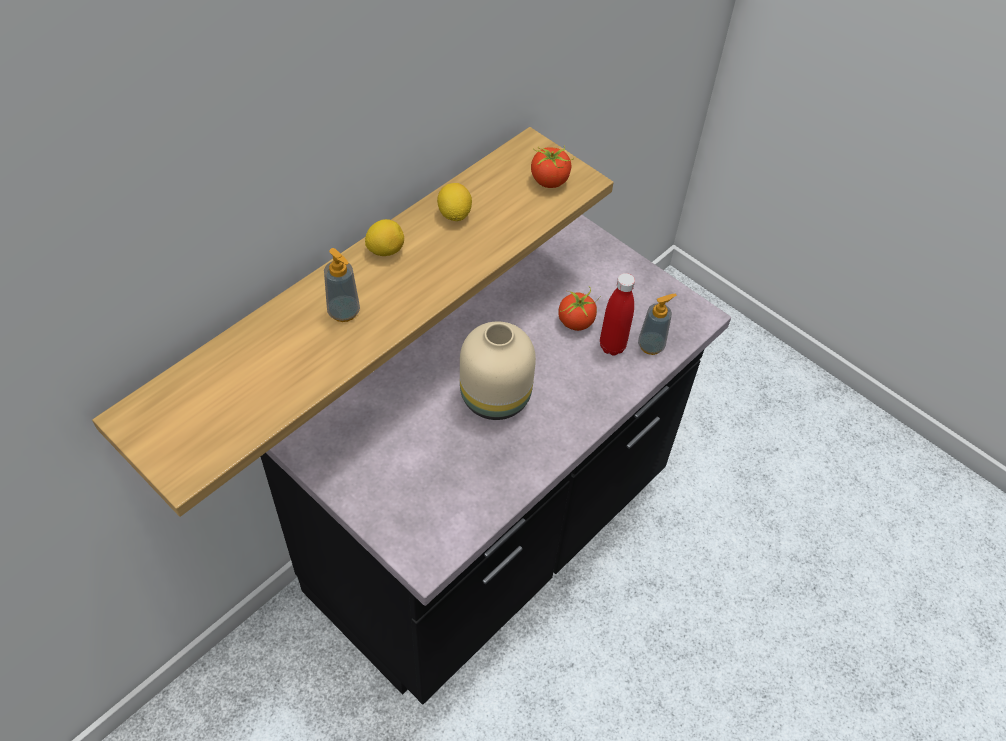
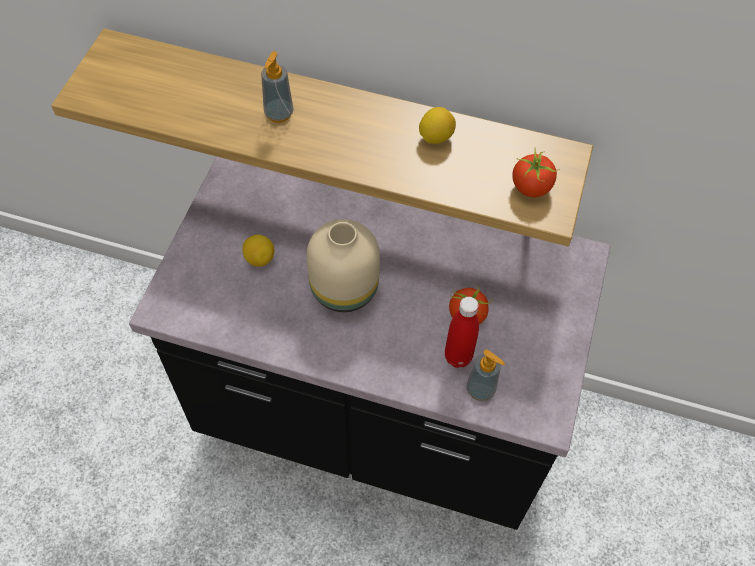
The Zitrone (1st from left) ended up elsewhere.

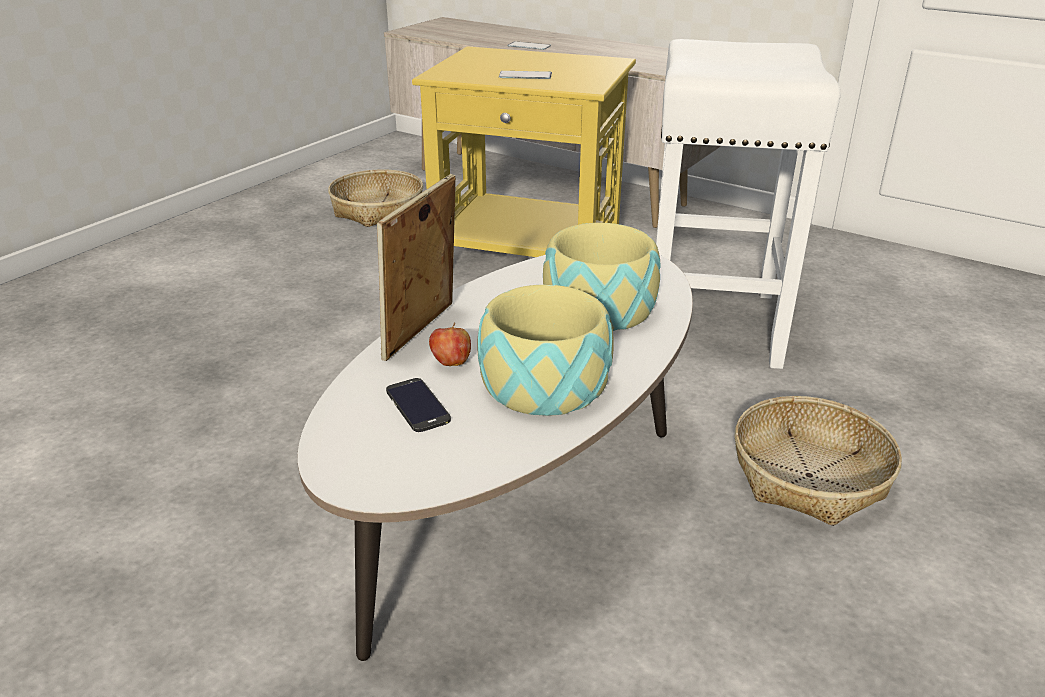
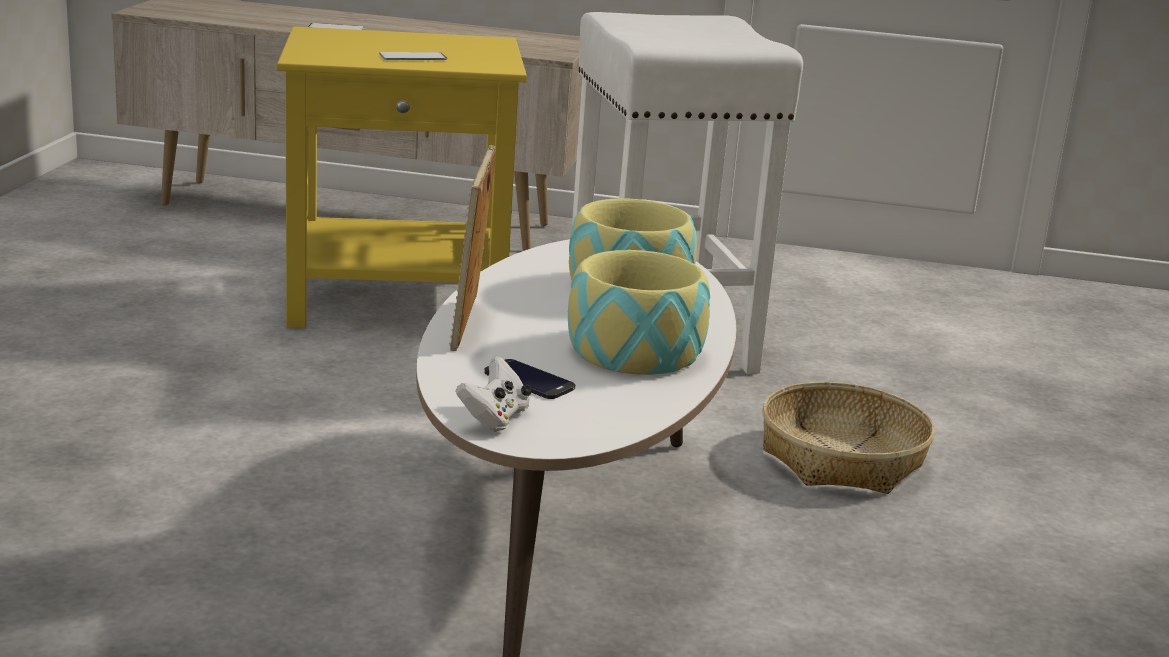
The second view gained the Gamepad/weiß.
The second view lost the Korb (1st from left).
The second view lost the Apfel.

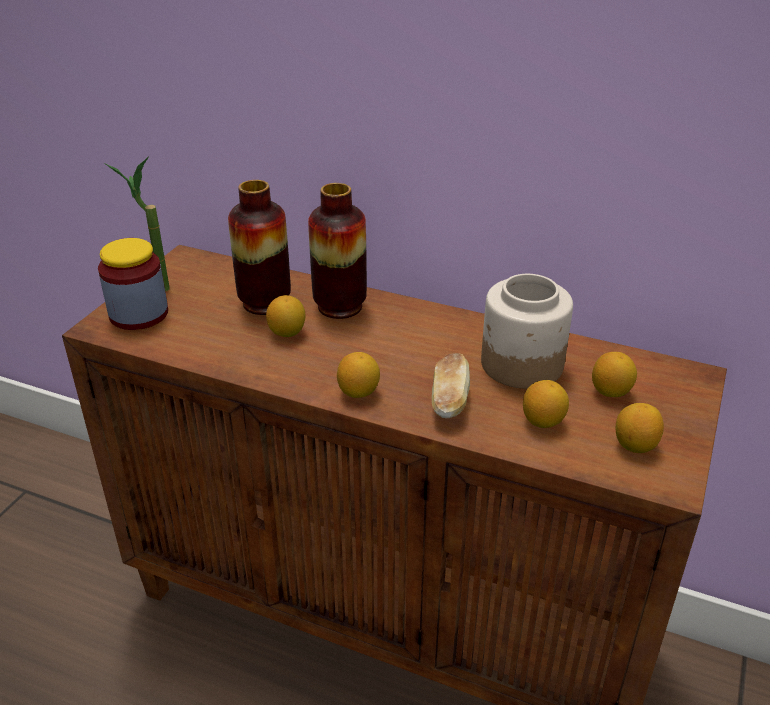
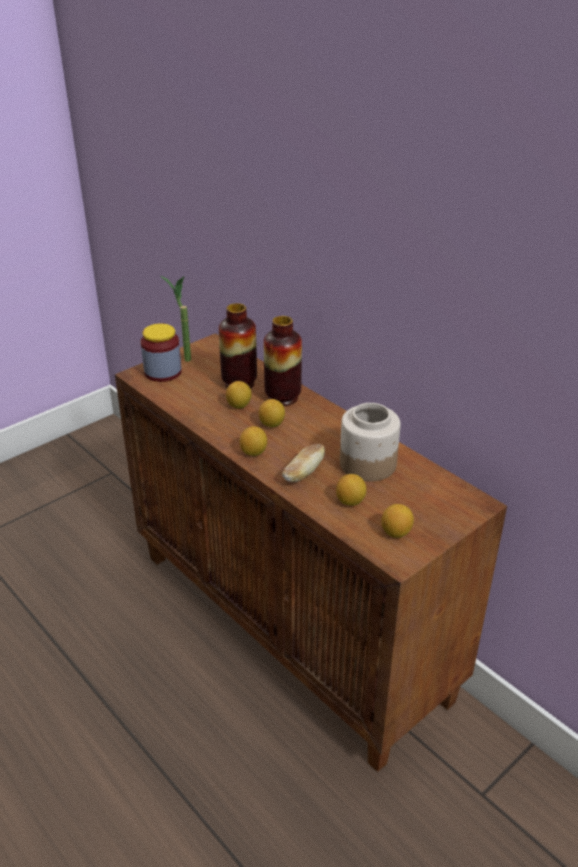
The Zitrone (4th from left in the first image) ended up elsewhere.

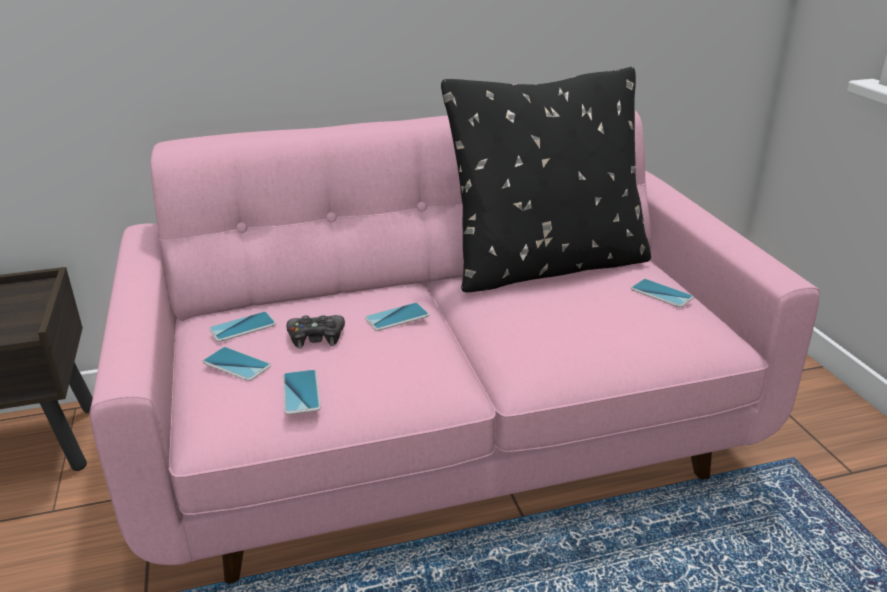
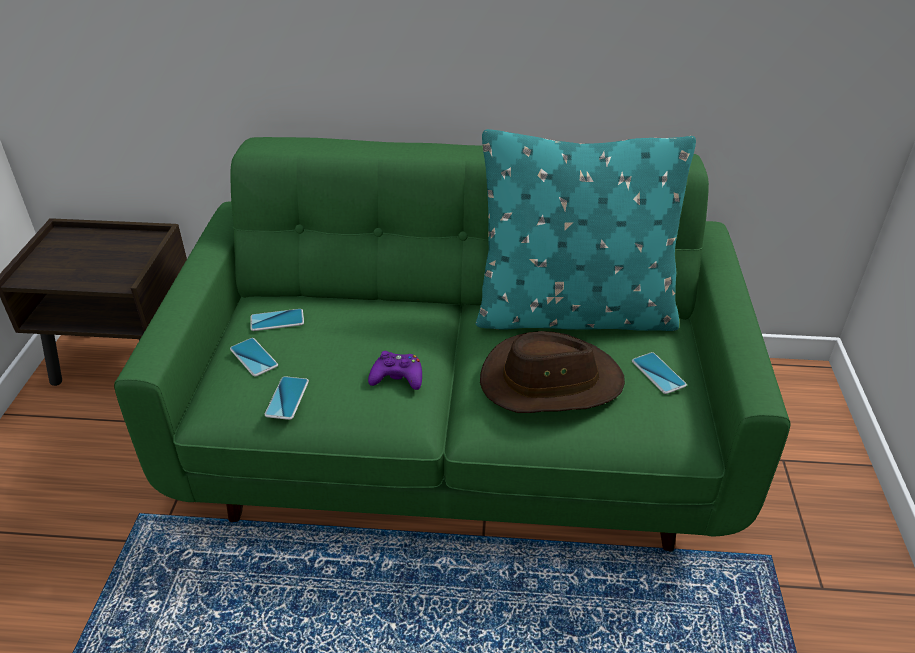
What was the Sofa/rosa turned into the Sofa/grün.
The second view gained the Gamepad/lila.
What was the Kissen/schwarz turned into the Kissen/türkis.
The second view gained the Hut/braun.
The second view lost the Gamepad/schwarz.
The second view lost the Handy (4th from left).

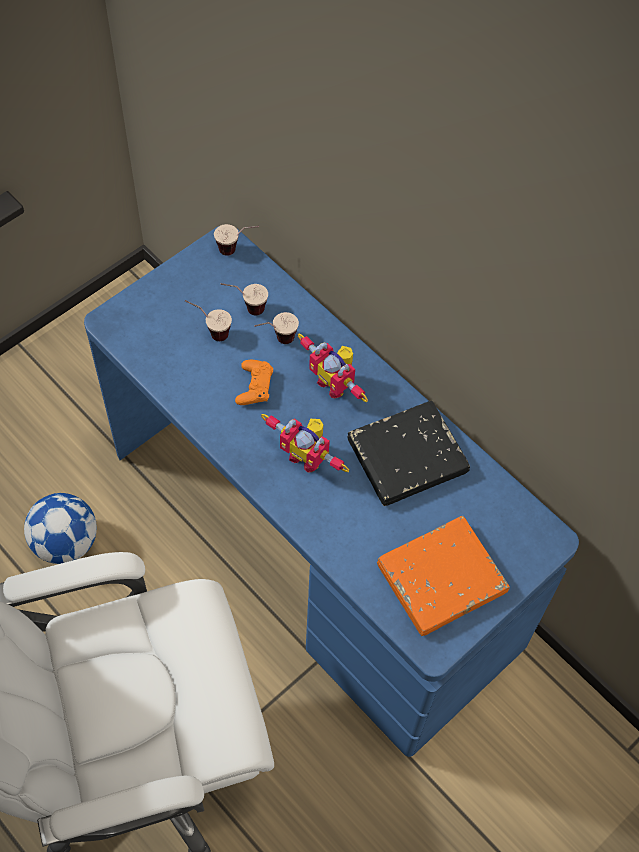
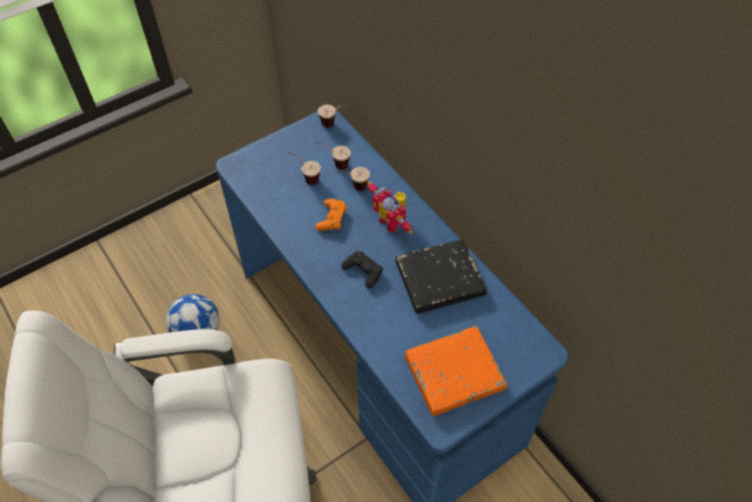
Where the Spielzeugroboter (1st from left) stood, the Gamepad/schwarz came to stand.

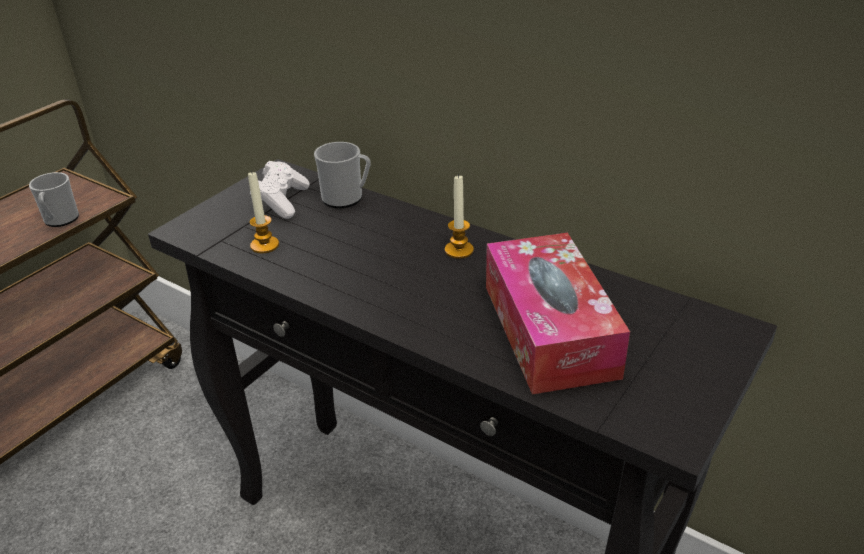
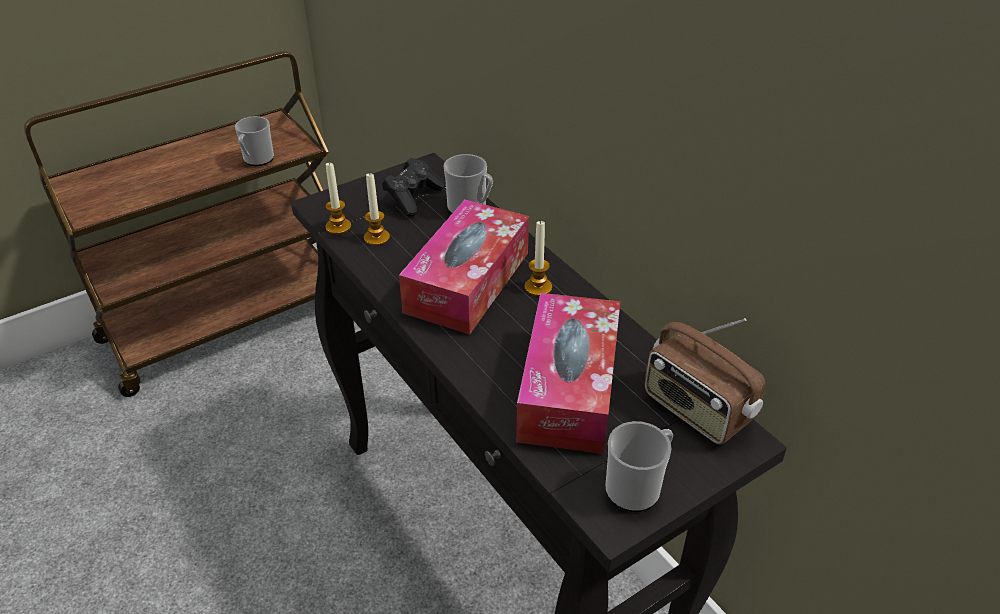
The second view gained the Kerze (1st from left).
What was the Gamepad/weiß turned into the Gamepad/schwarz.
The second view gained the Taschentuchbox (1st from left).
The second view gained the Henkelbecher (3rd from left).
The second view gained the Radio.

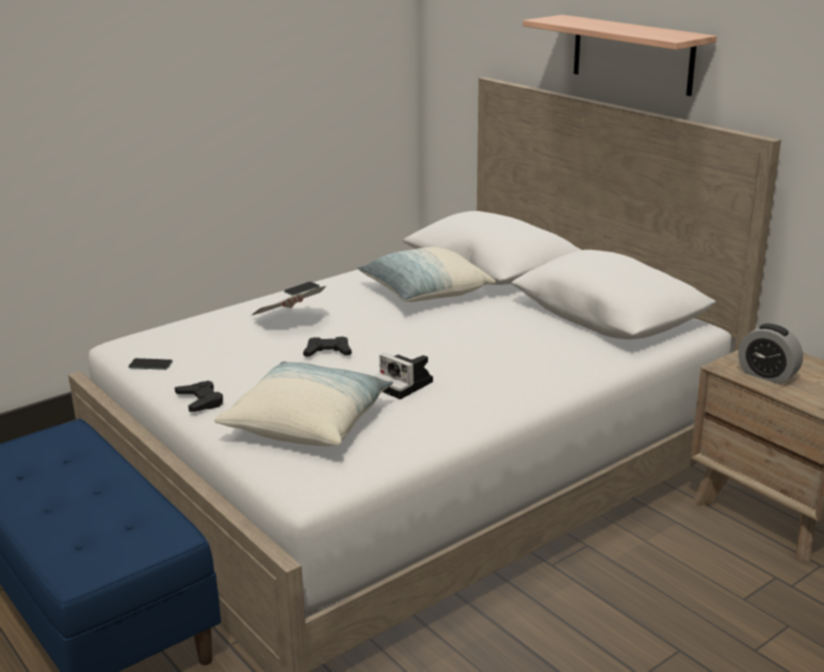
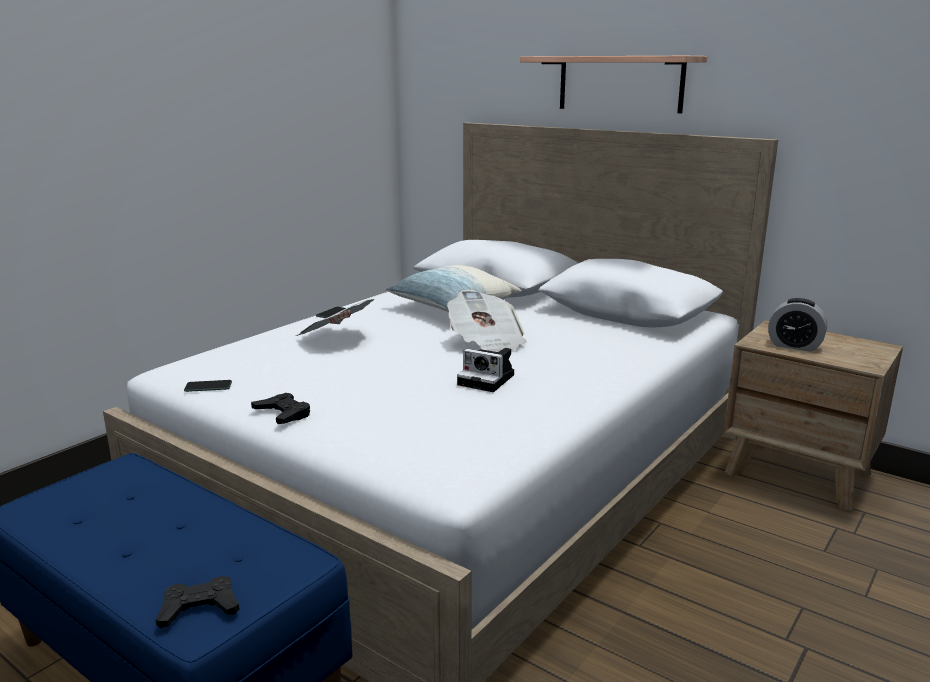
The Gamepad/schwarz (2nd from left in the first image) ended up elsewhere.
The second view gained the Zeitung (2nd from left).
The second view lost the Kissen (1st from left).

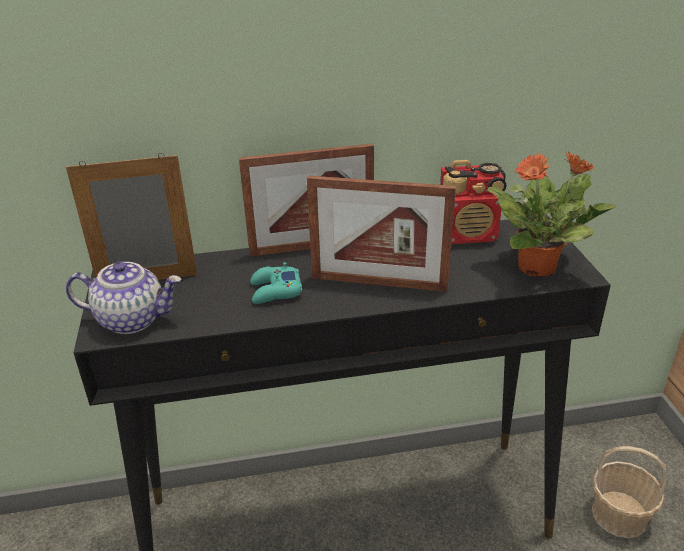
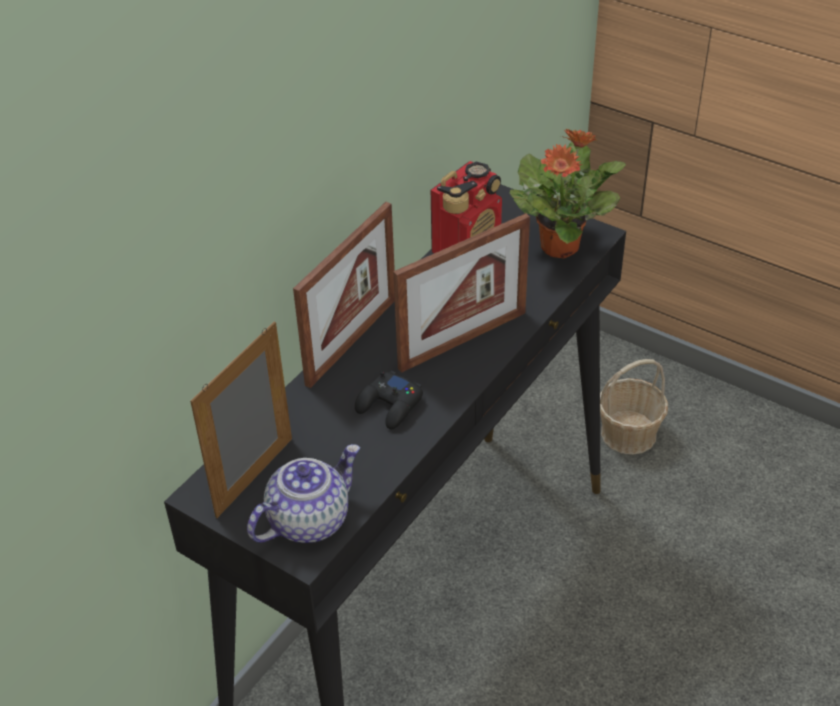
What was the Gamepad/türkis turned into the Gamepad/schwarz.

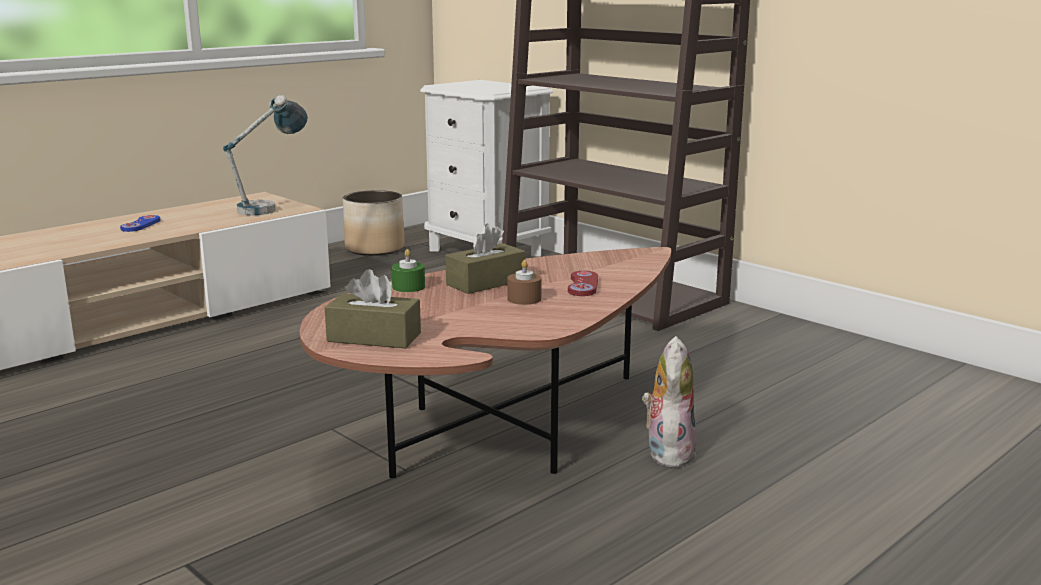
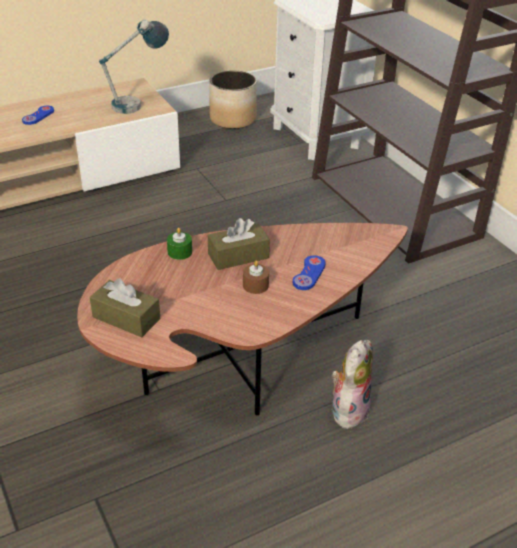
What was the Gamepad/rot turned into the Gamepad/blau (2nd from left).

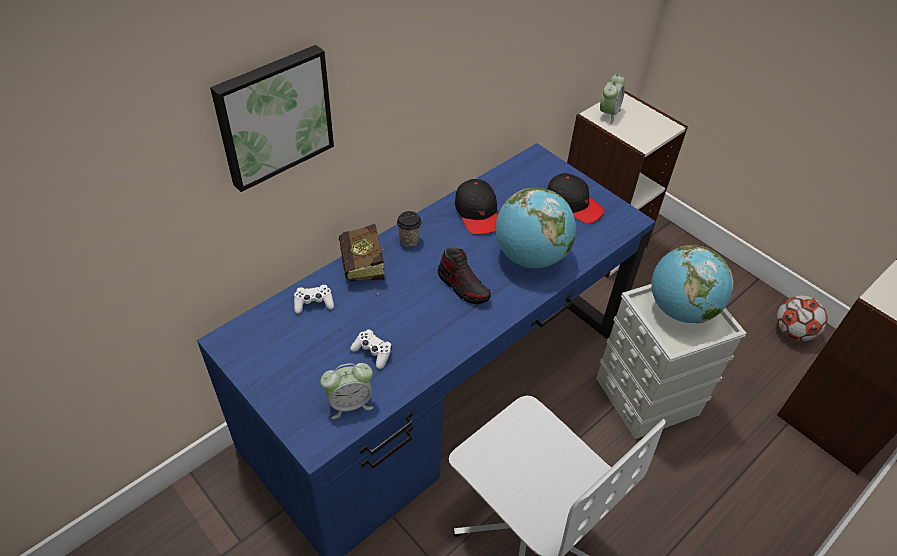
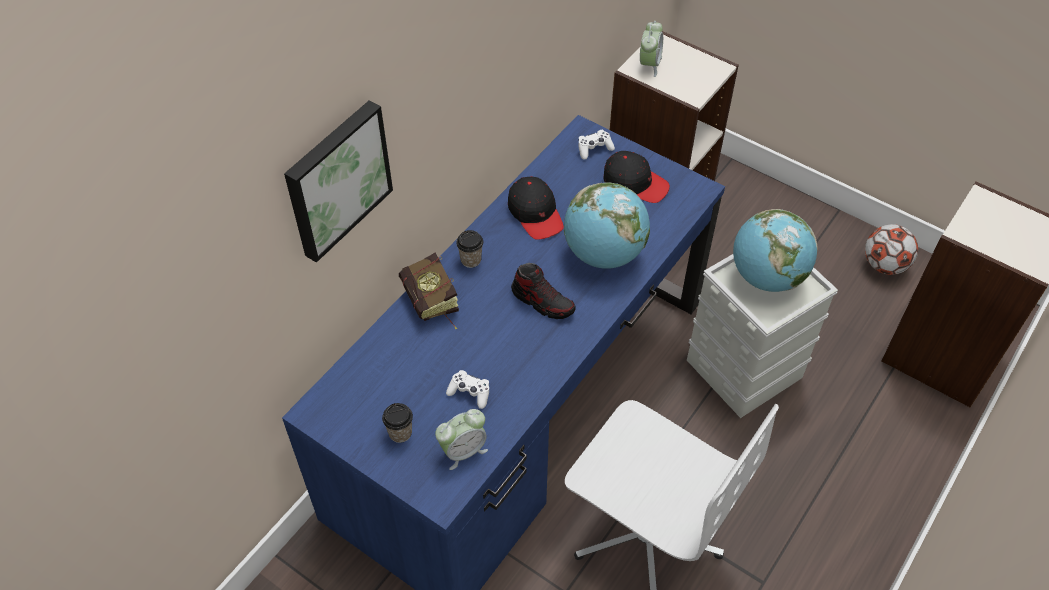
The second view gained the Tasse (1st from left).
The Gamepad/weiß (1st from left in the first image) ended up elsewhere.

